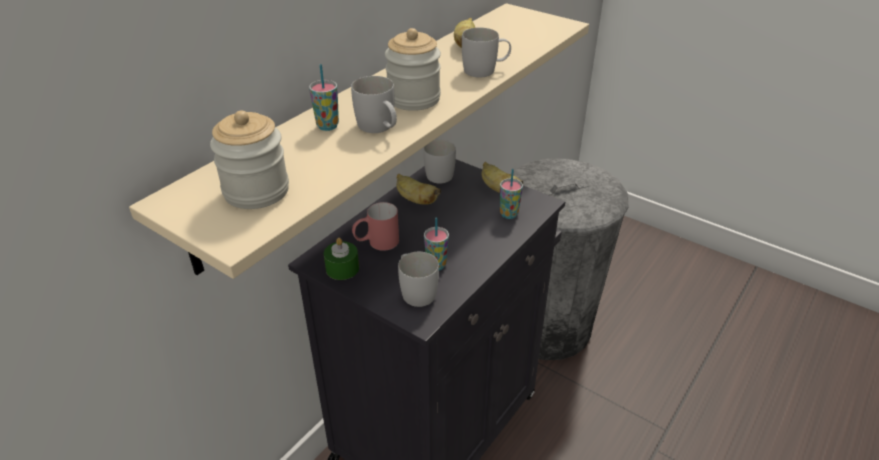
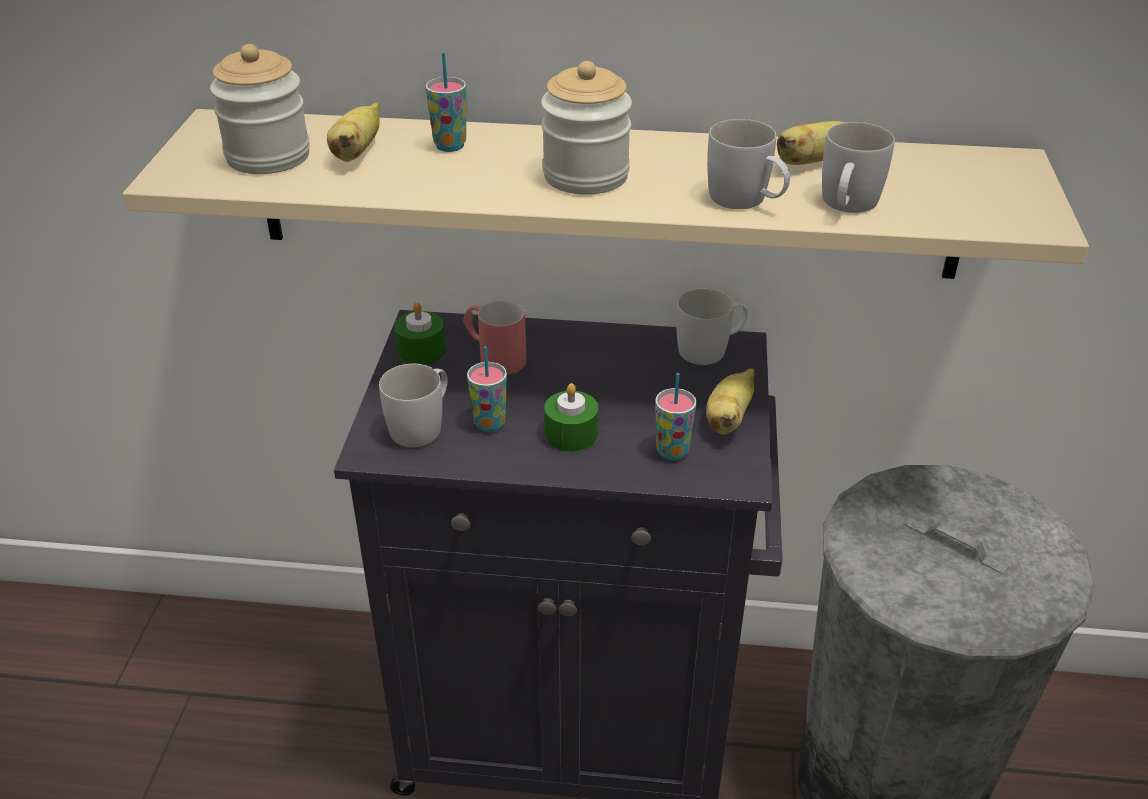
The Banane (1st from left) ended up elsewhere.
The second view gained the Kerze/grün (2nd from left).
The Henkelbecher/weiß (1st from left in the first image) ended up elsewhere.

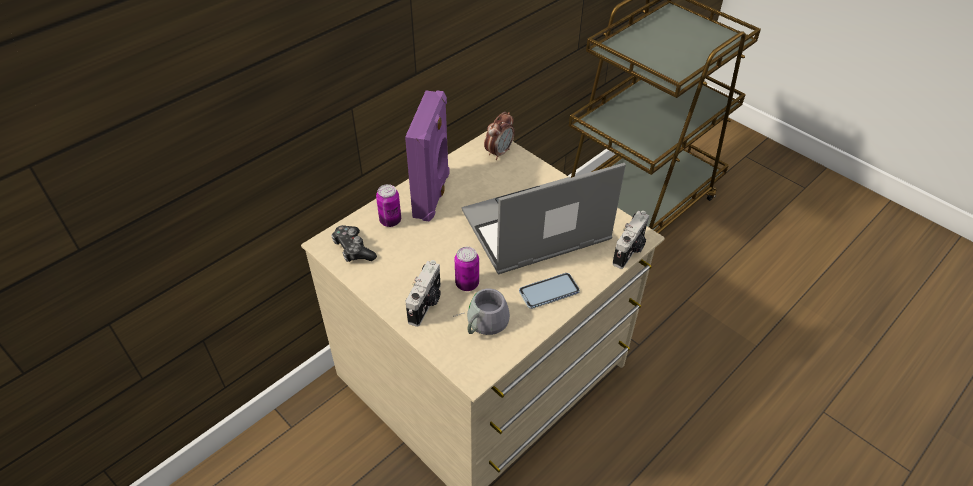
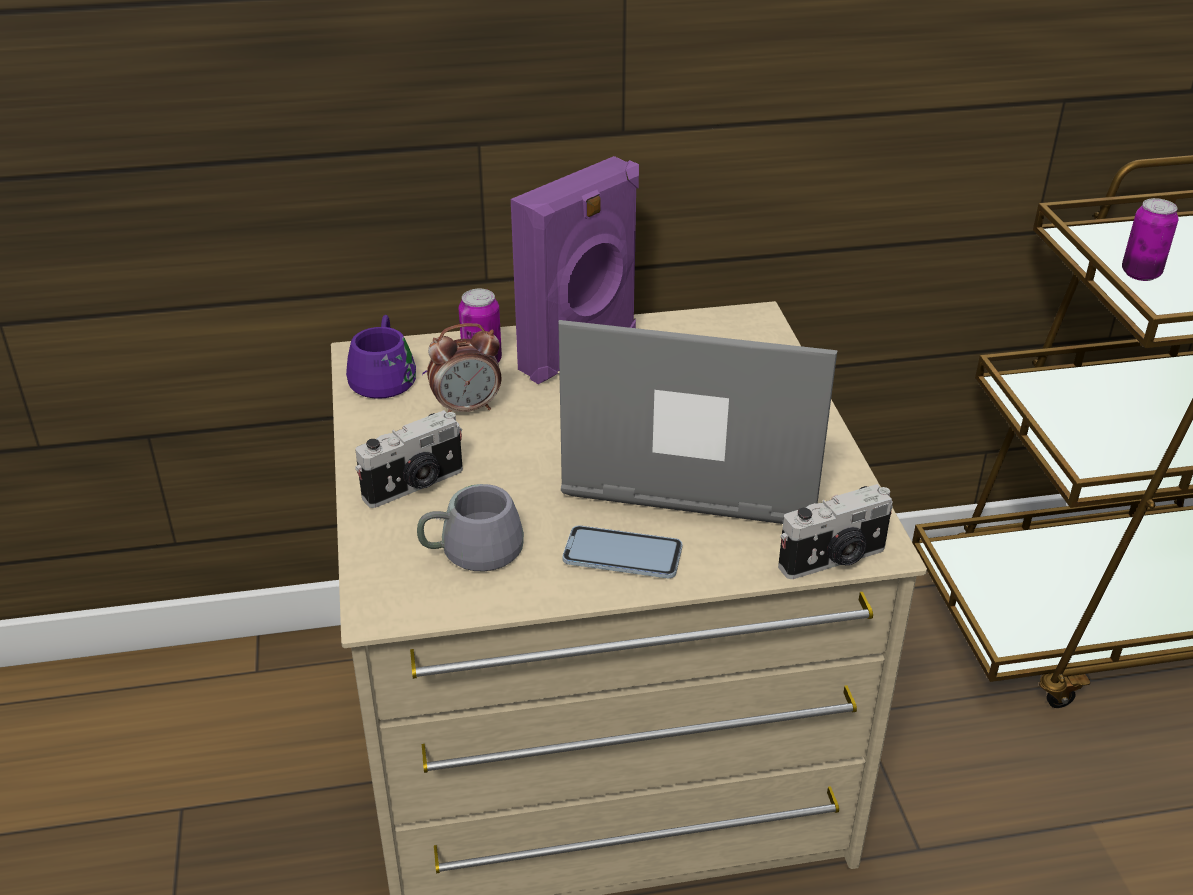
Where the Gamepad stood, the Henkelbecher/lila came to stand.
The Wecker ended up elsewhere.
The Dose (2nd from left) ended up elsewhere.

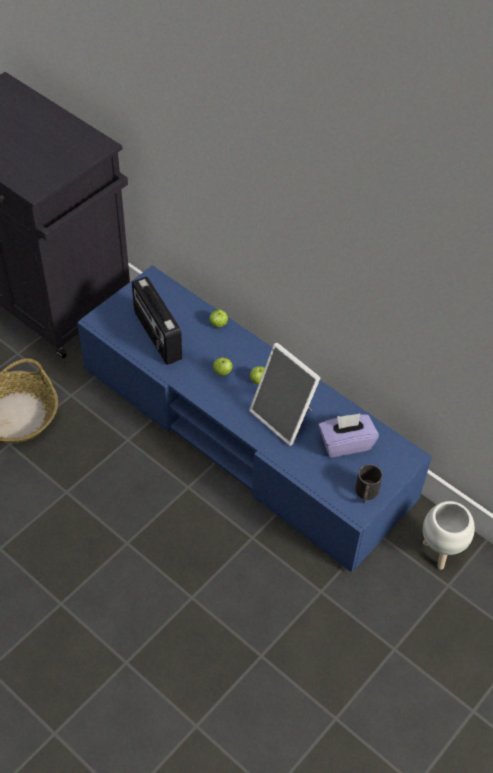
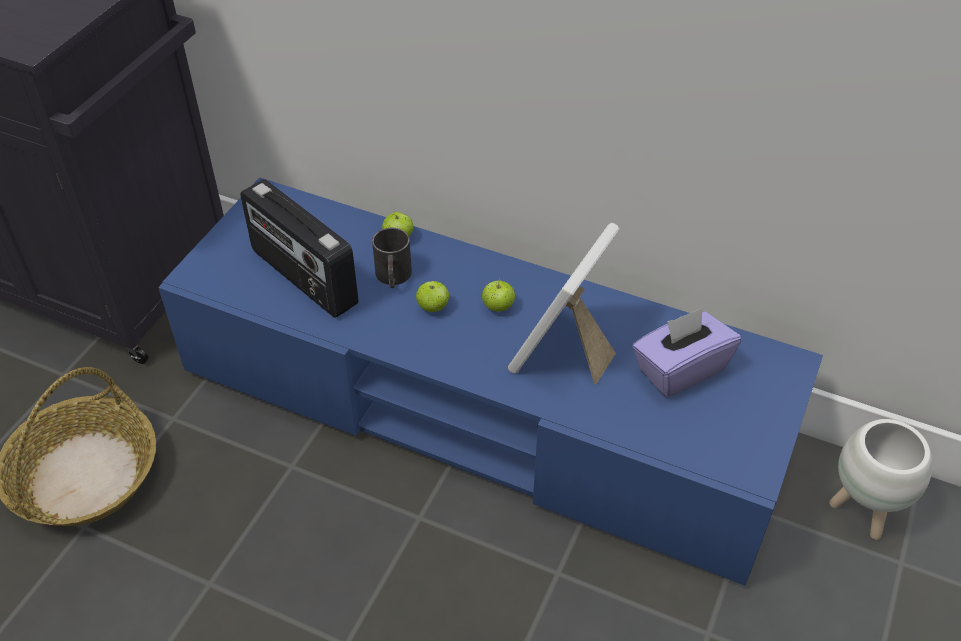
The Henkelbecher/schwarz ended up elsewhere.
The Bilderrahmen ended up facing another way, 90 degrees clockwise from before.

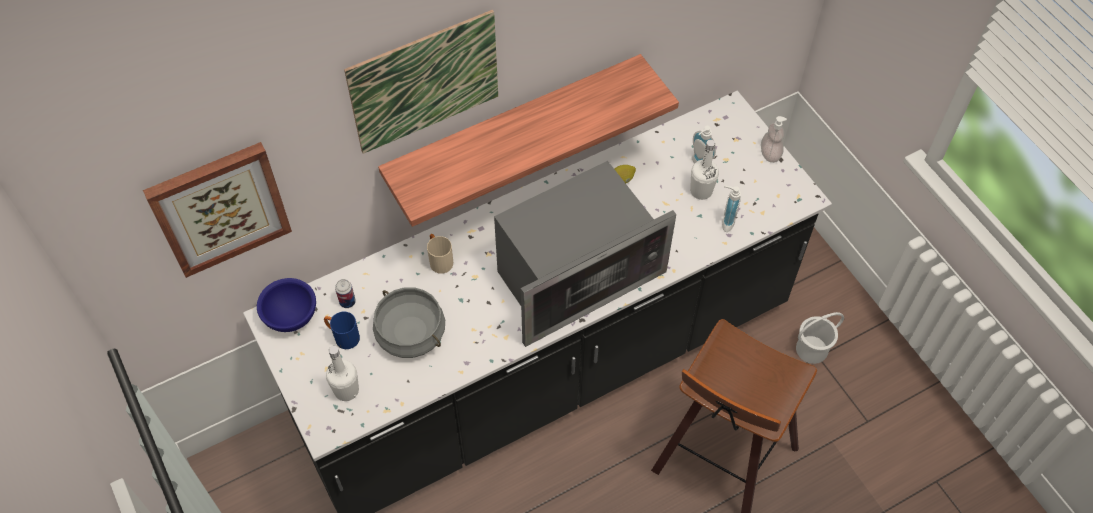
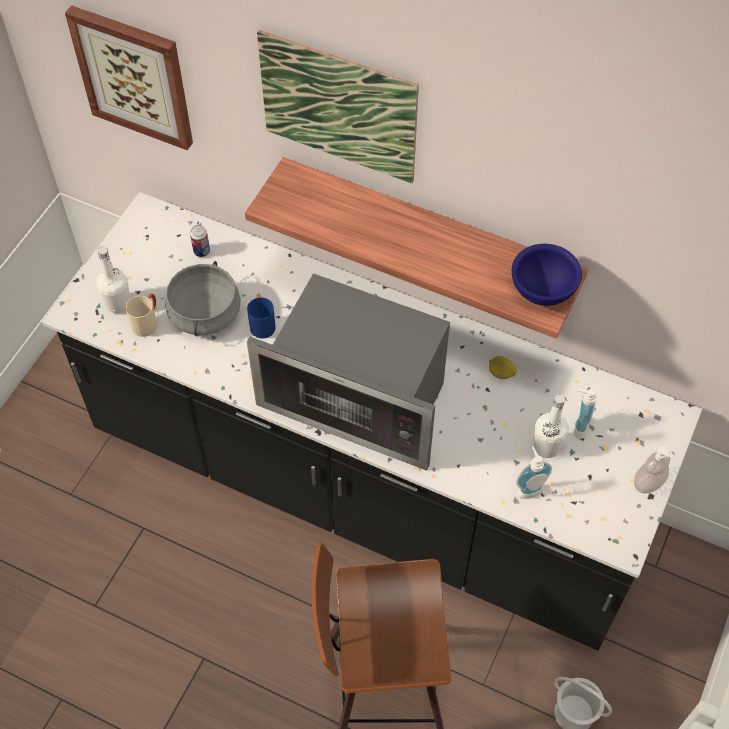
The Henkelbecher/beige ended up elsewhere.
The Henkelbecher/blau ended up elsewhere.
The Schüssel/blau ended up elsewhere.

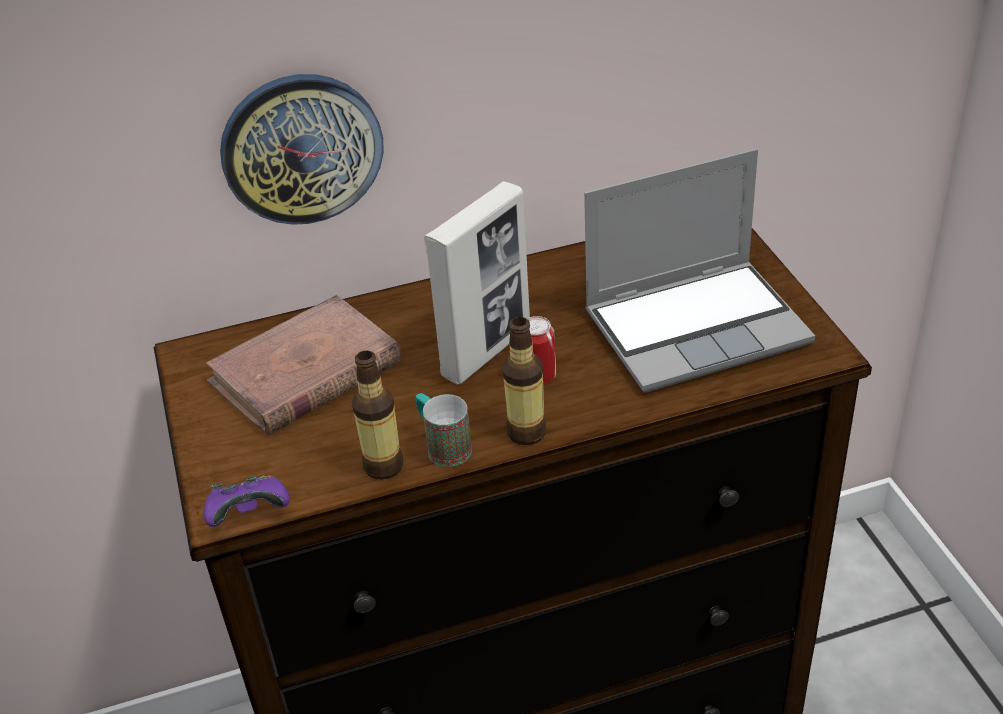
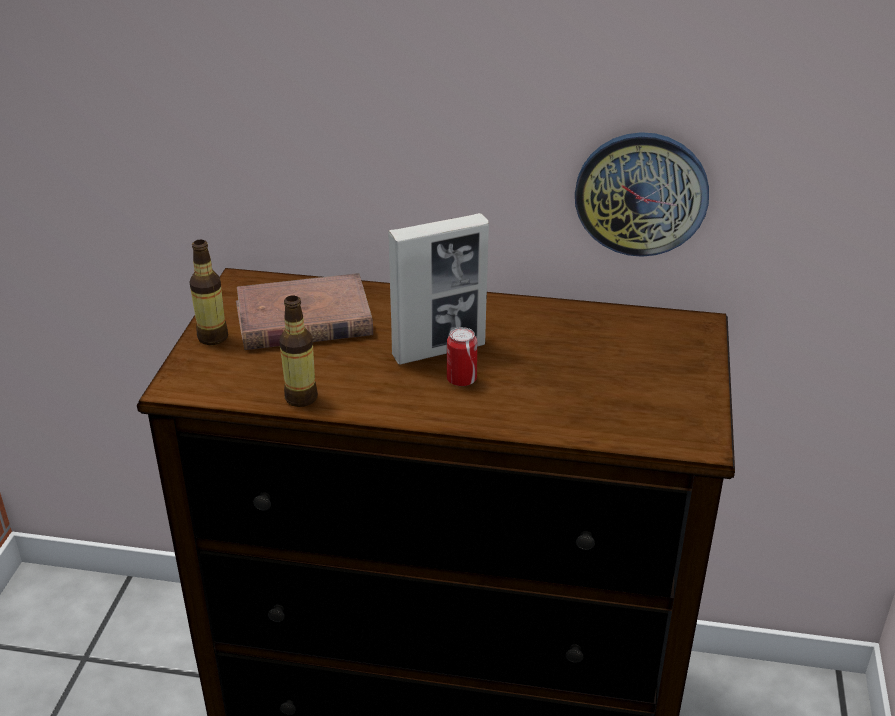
The Flasche (2nd from left in the first image) ended up elsewhere.
The Wanduhr ended up elsewhere.
The second view lost the Gamepad/lila.
The second view lost the Henkelbecher.
The second view lost the Laptop.

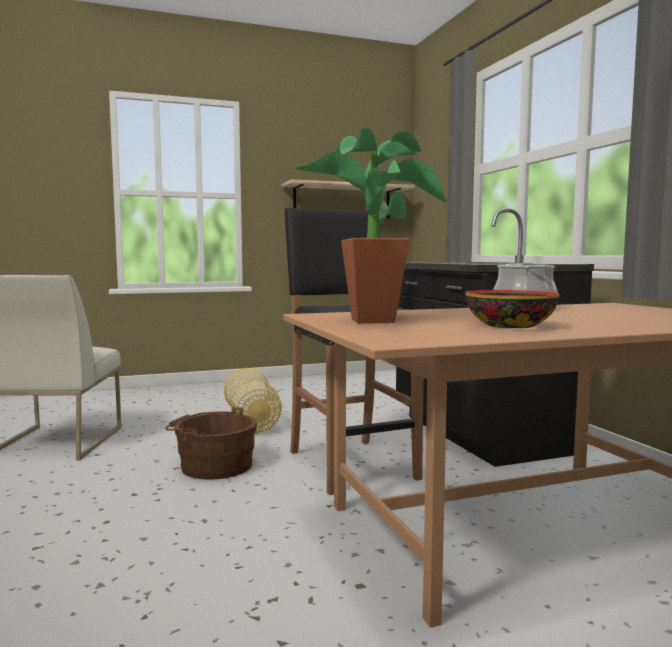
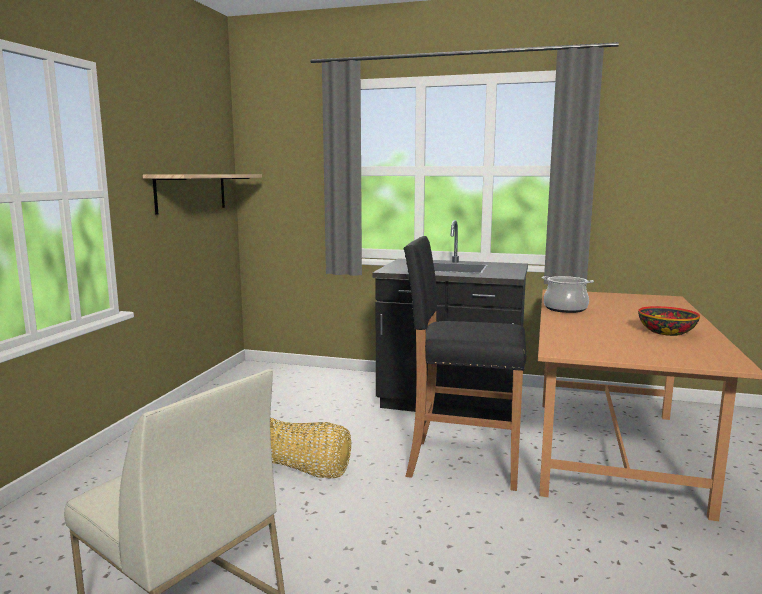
The second view lost the Eimer/braun.
The second view lost the Topfpflanze.

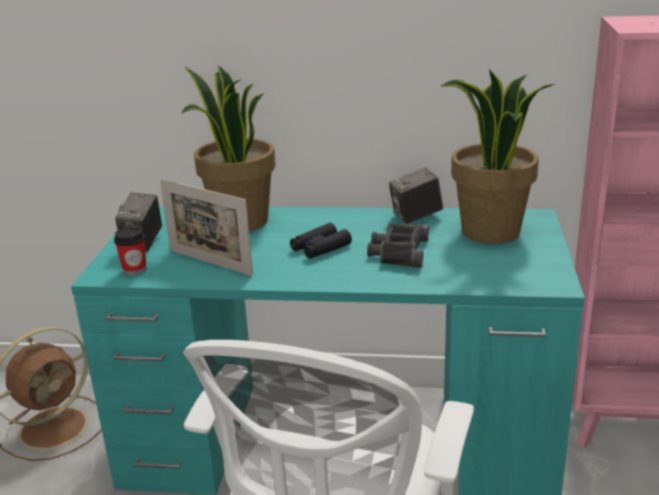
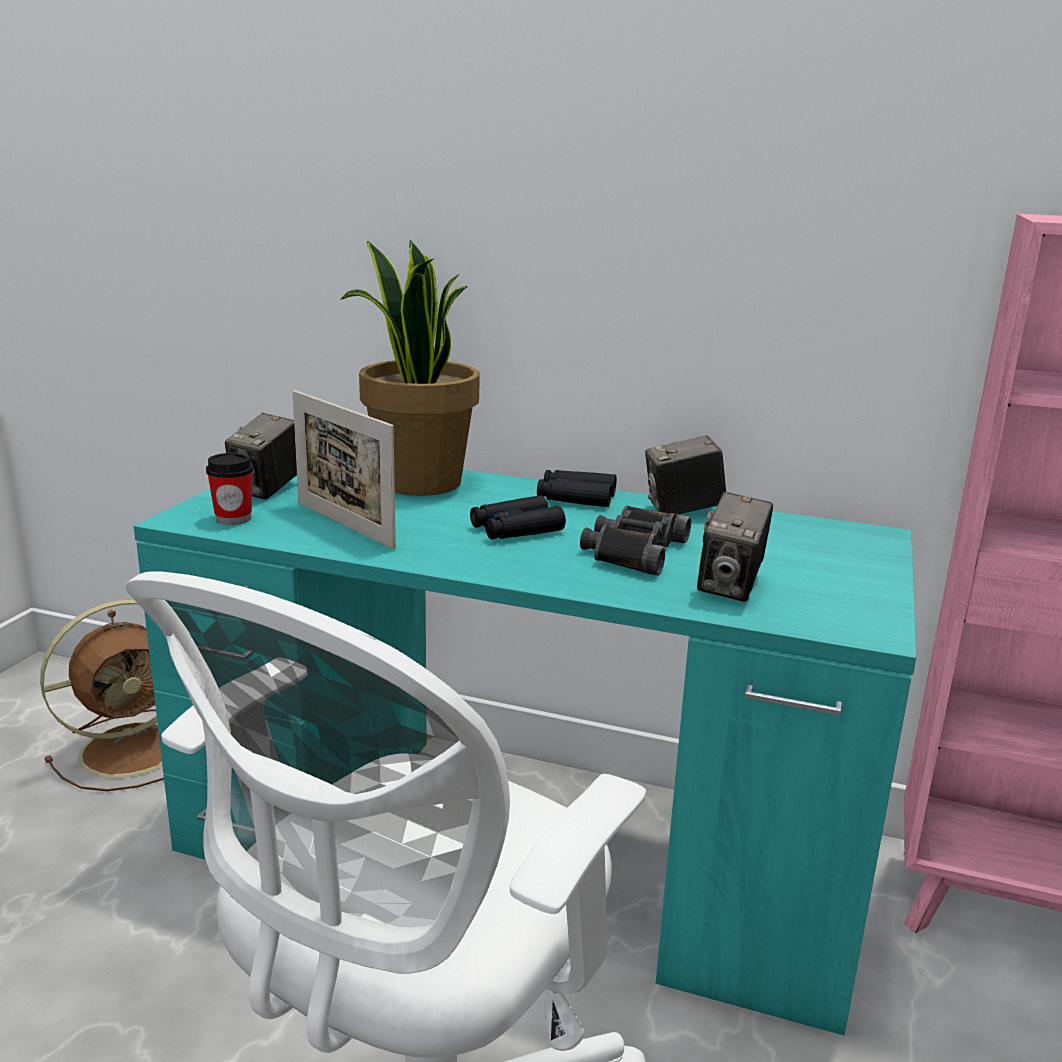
The second view gained the Fernglas/schwarz (2nd from left).
The second view gained the Kamera (3rd from left).
The second view lost the Topfpflanze (2nd from left).

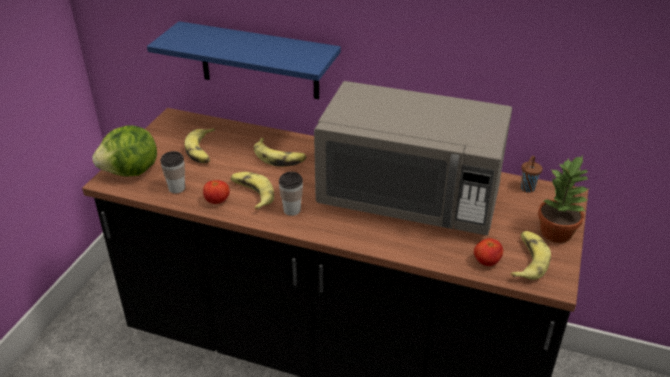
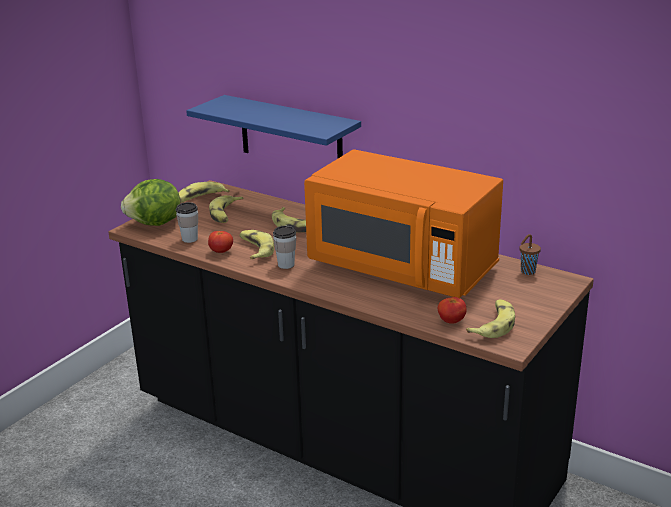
The second view gained the Banane (1st from left).
What was the Mikrowelle/grau turned into the Mikrowelle/orange.
The second view lost the Topfpflanze.

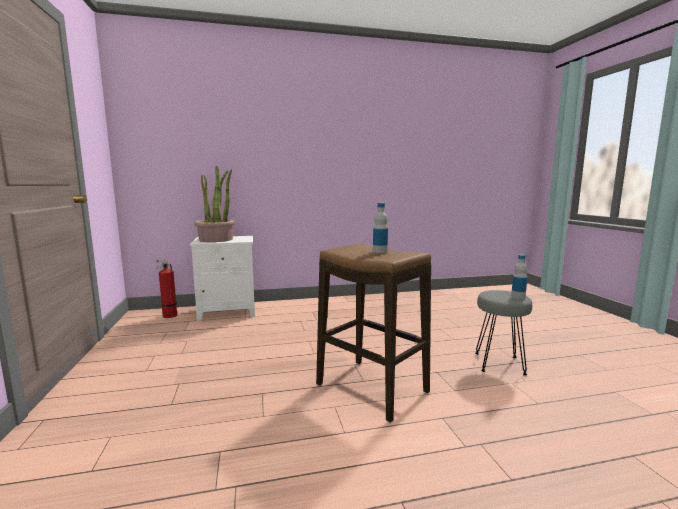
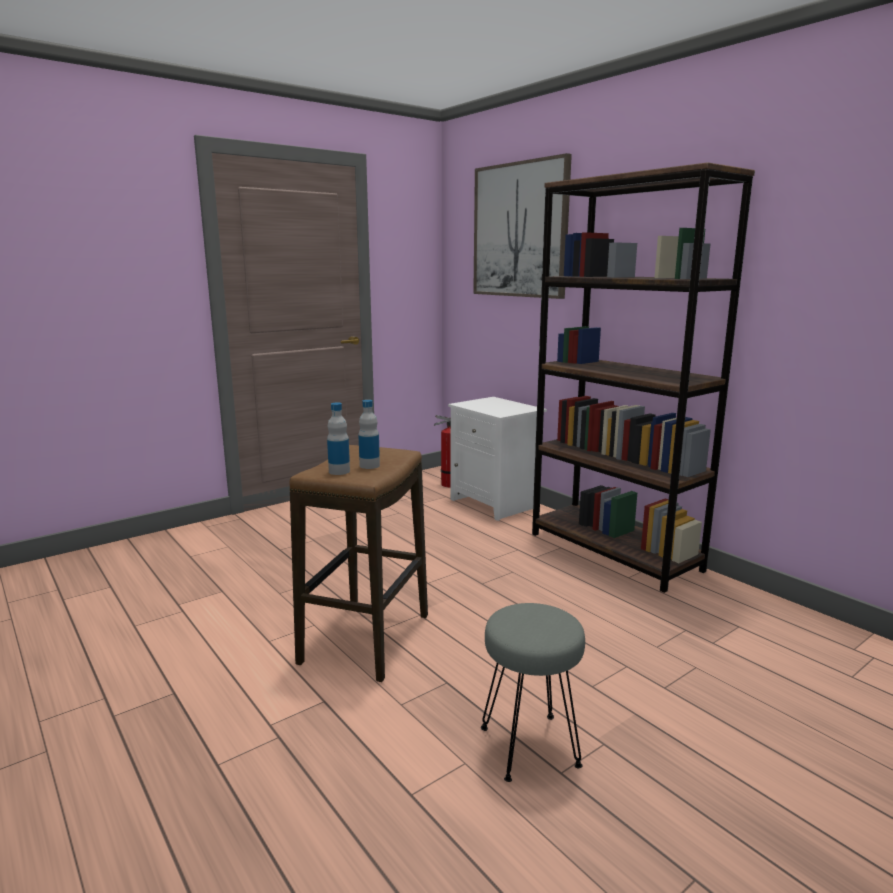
The Flasche (2nd from left in the first image) ended up elsewhere.
The second view gained the Bild.
The second view gained the Bücherregal/braun.
The second view lost the Topfpflanze.

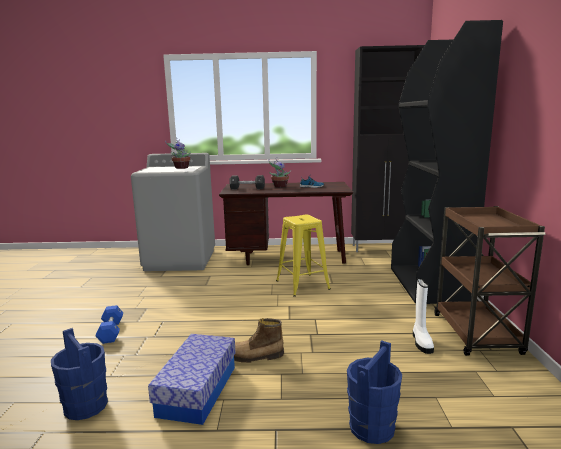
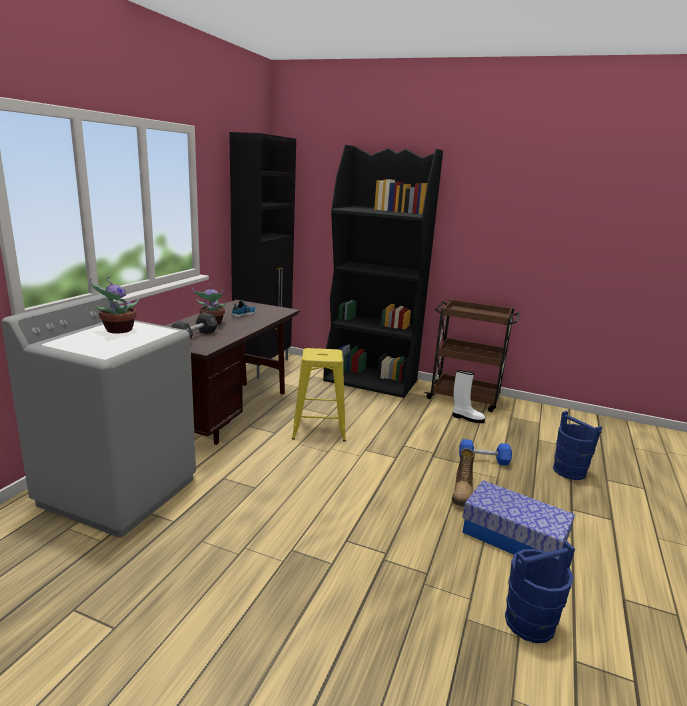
The Hantel/blau ended up elsewhere.

